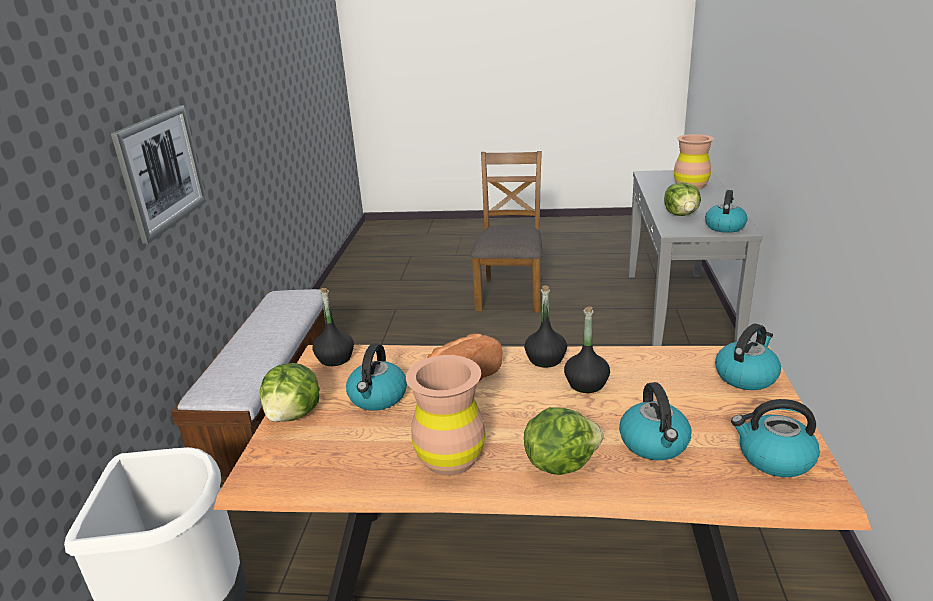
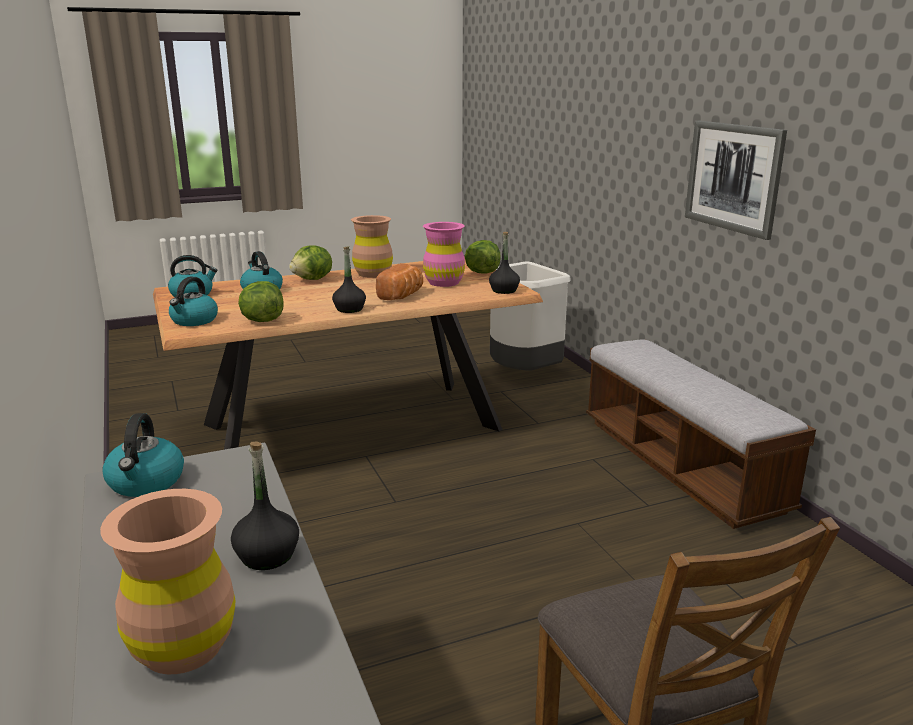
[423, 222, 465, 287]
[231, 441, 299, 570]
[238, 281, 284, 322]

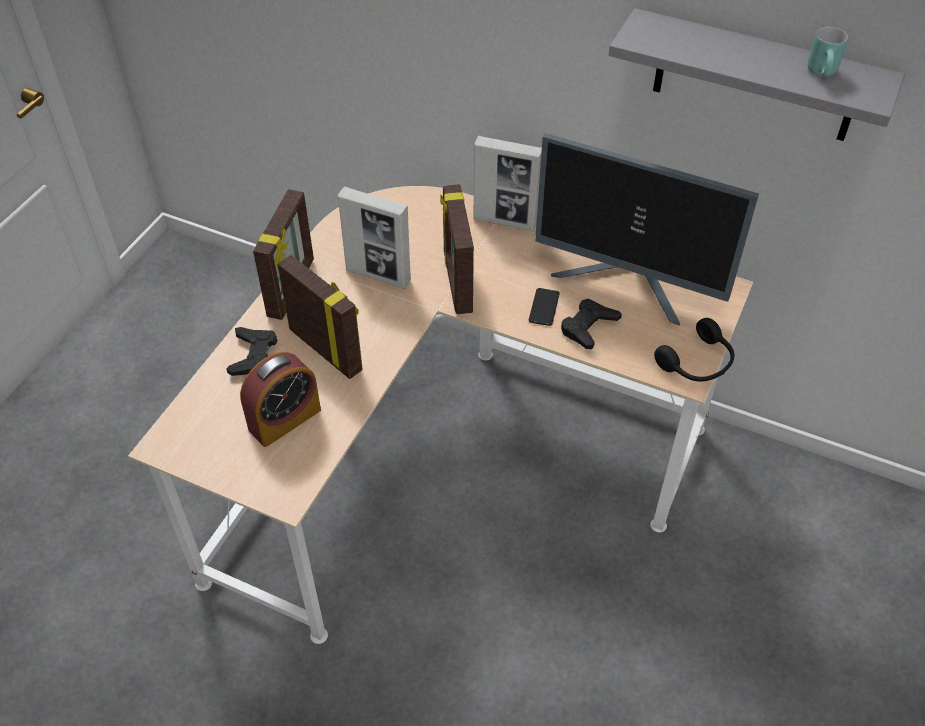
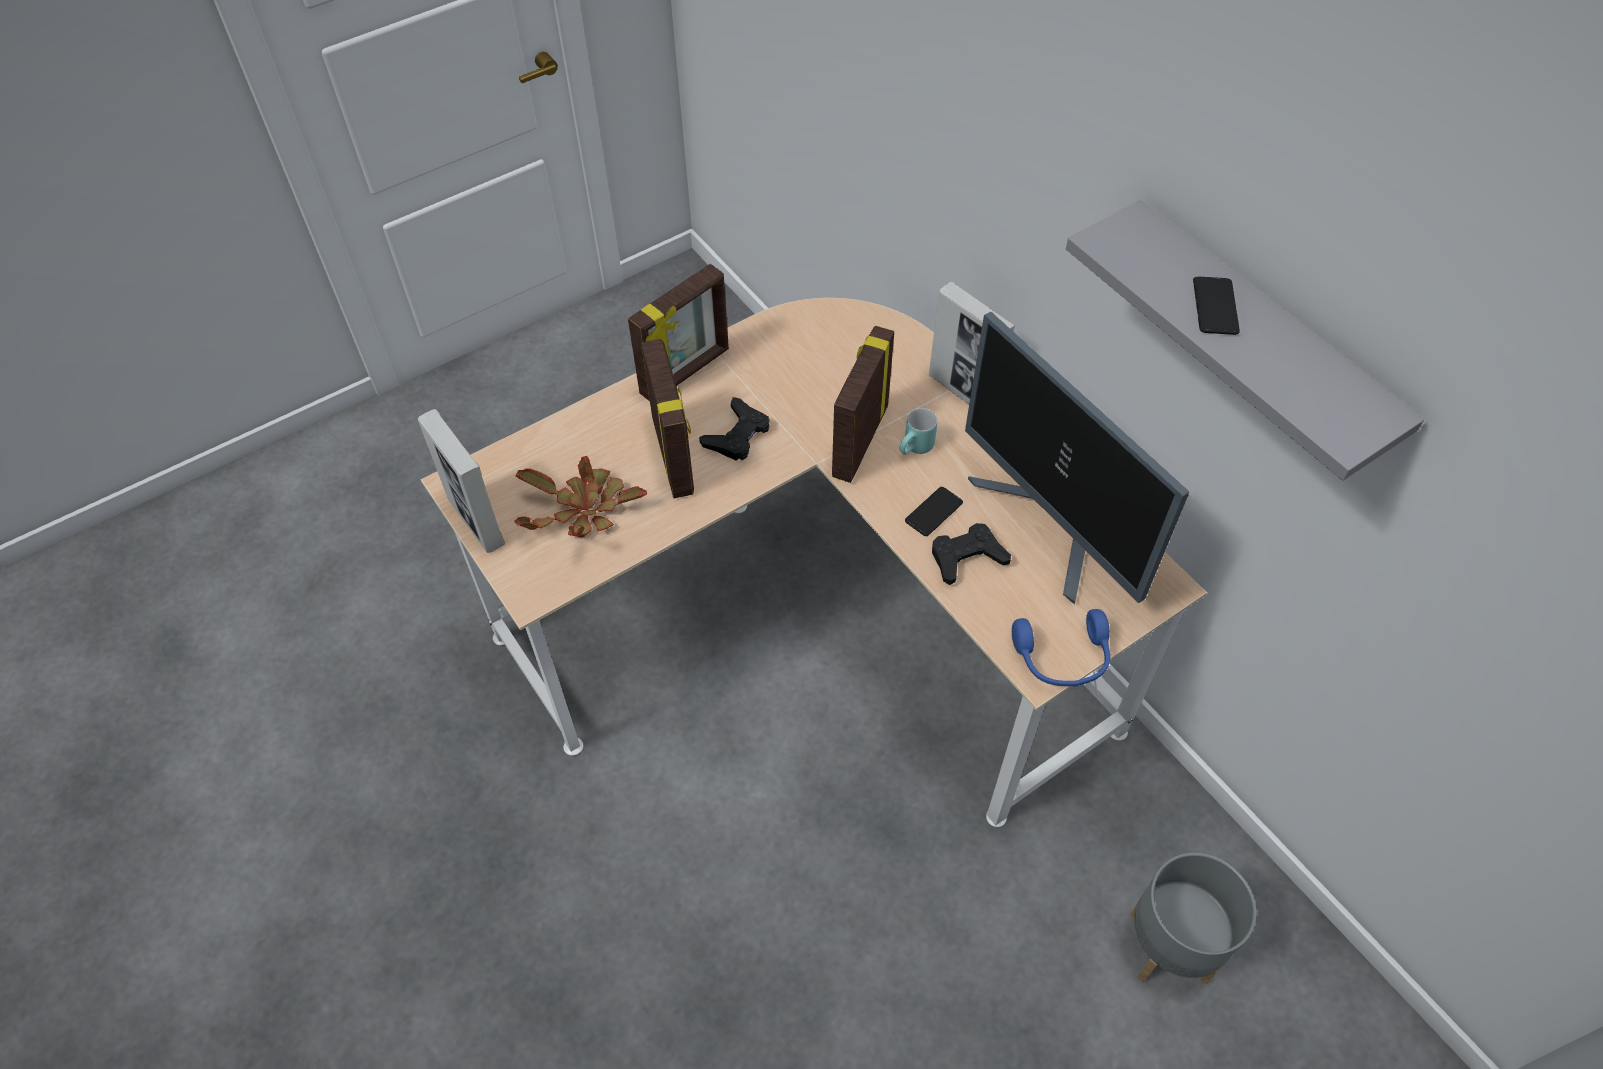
[699, 397, 770, 460]
[514, 456, 647, 537]
[418, 409, 505, 553]
[1012, 609, 1110, 686]
[899, 408, 938, 455]
[1130, 853, 1256, 984]
[1193, 277, 1240, 335]

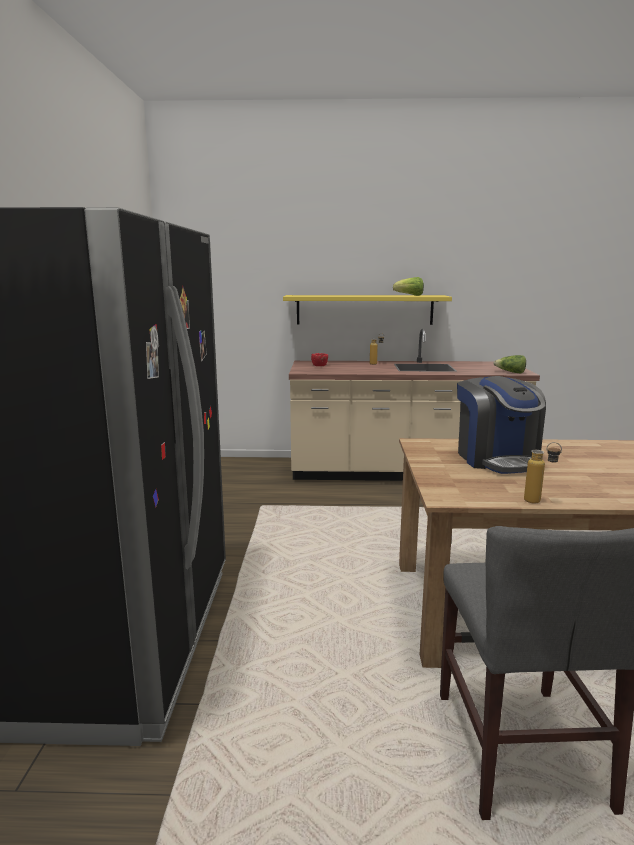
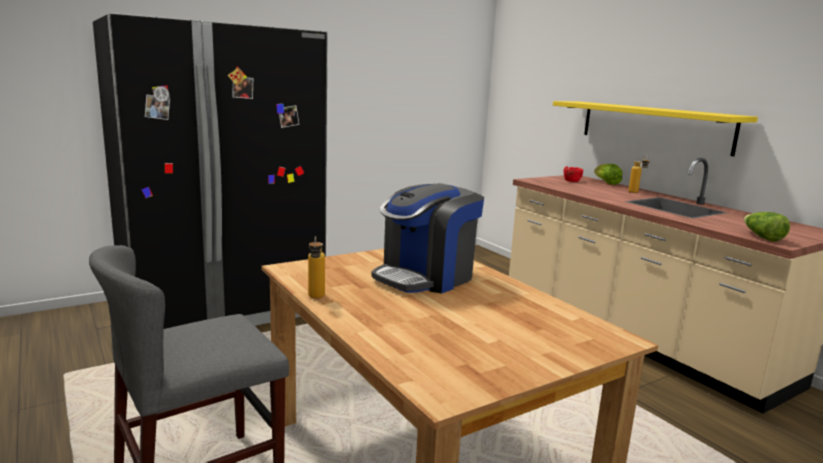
[594, 164, 623, 185]

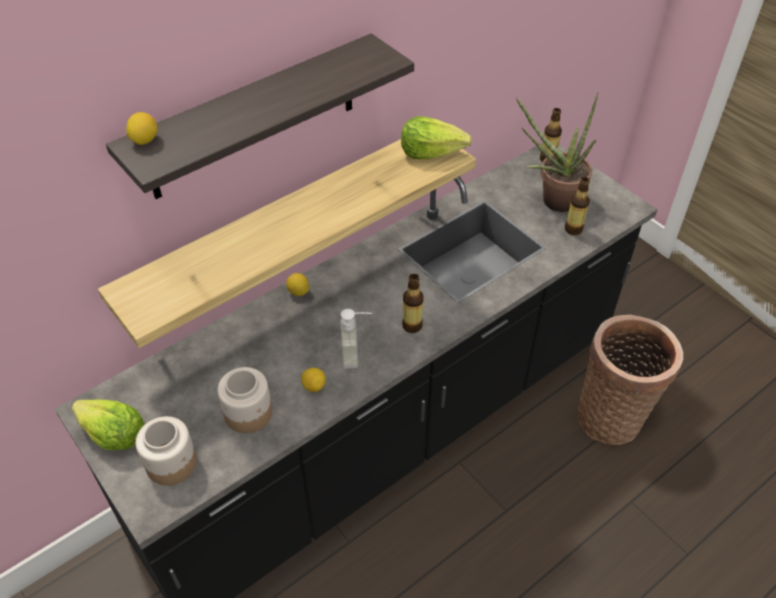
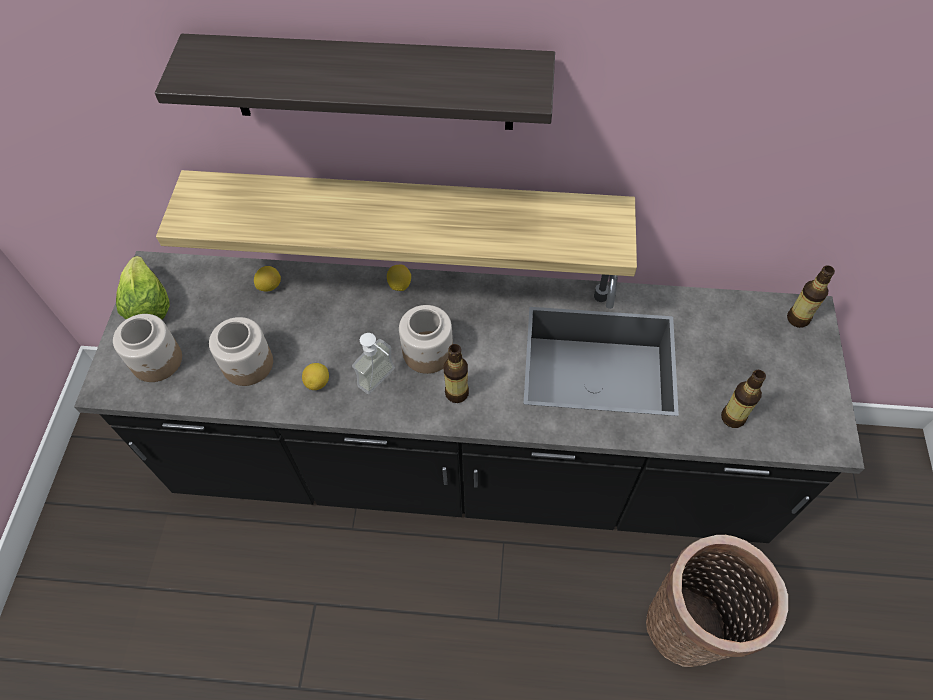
[254, 266, 281, 292]
[401, 116, 472, 159] (first image)
[516, 92, 598, 212] (first image)
[399, 305, 453, 374]

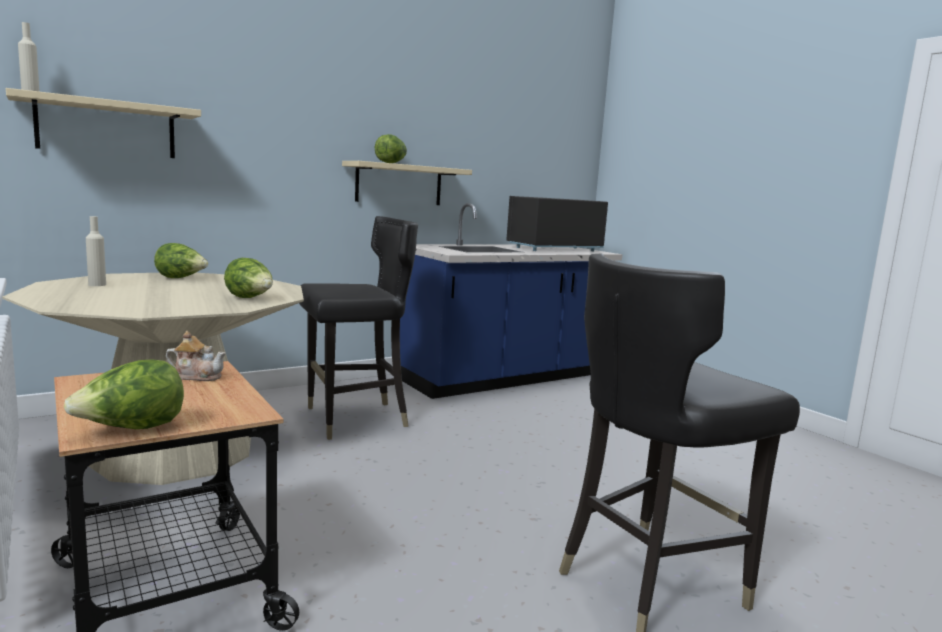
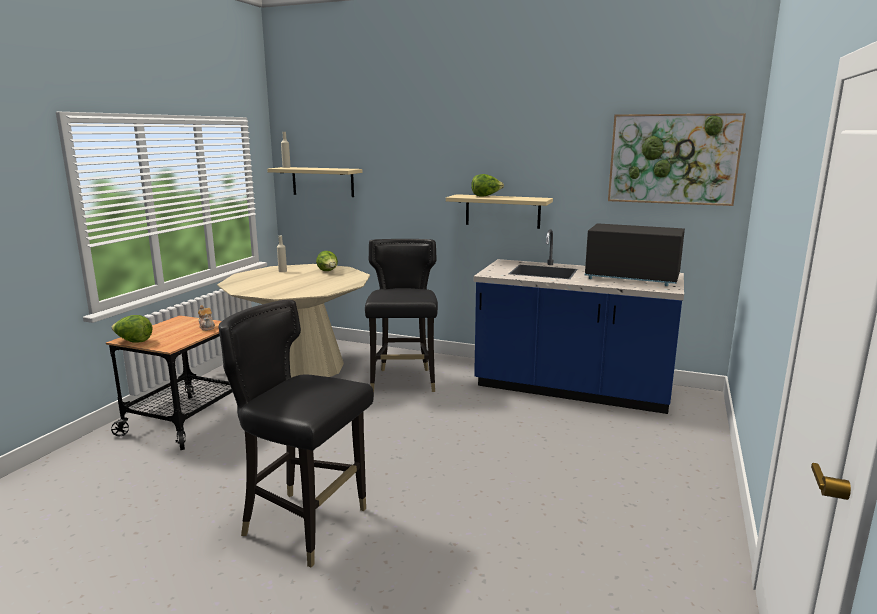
[224, 258, 273, 298] (first image)
[365, 239, 438, 392]
[608, 113, 746, 206]

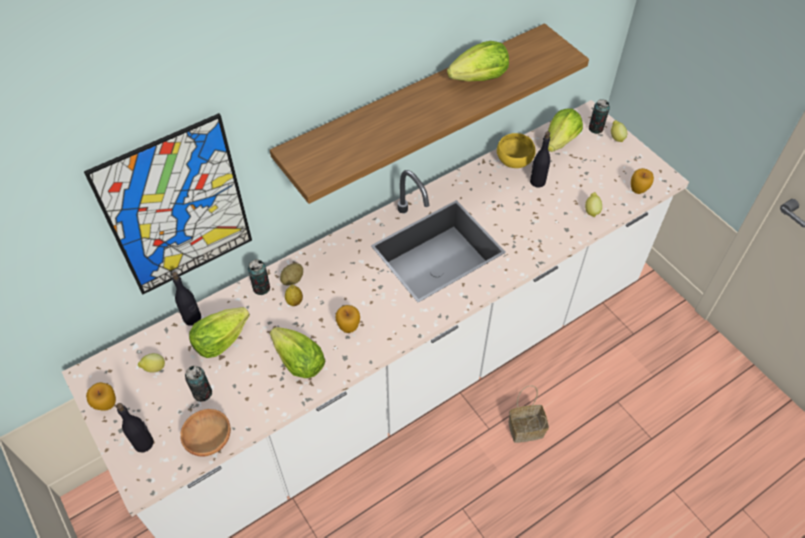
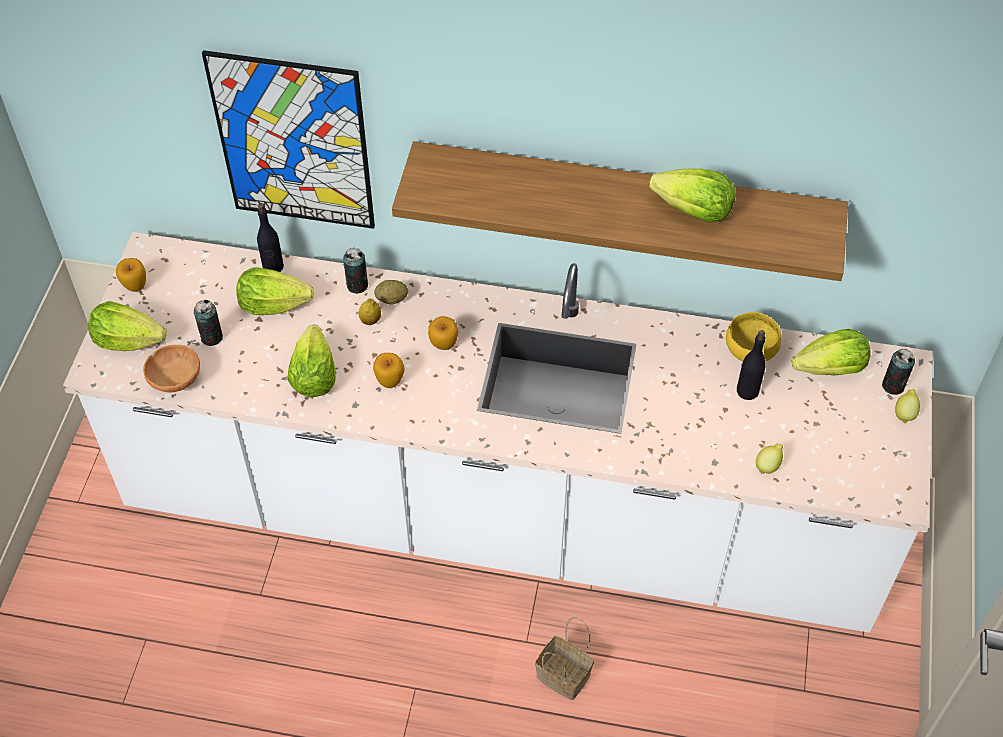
[88, 301, 167, 351]
[138, 353, 165, 373] (first image)
[428, 316, 458, 350]

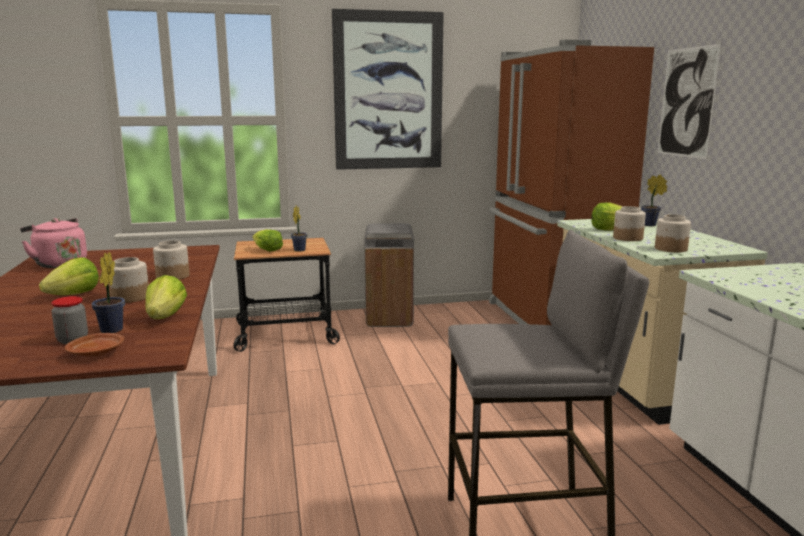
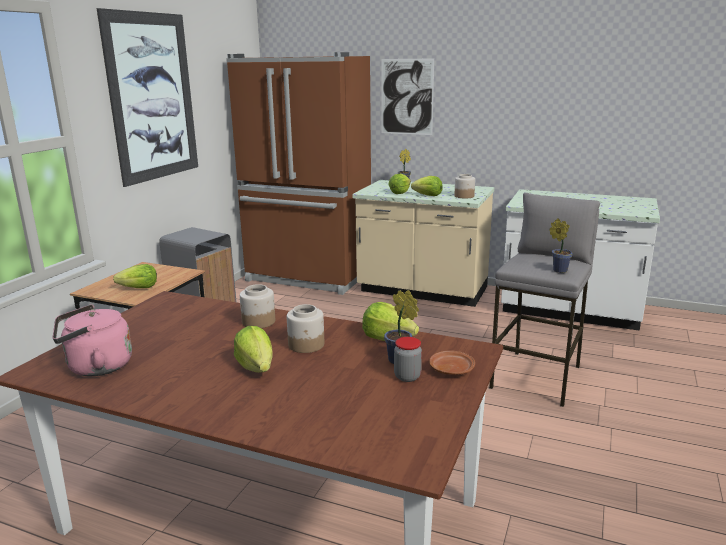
[549, 219, 573, 273]
[411, 176, 442, 196]

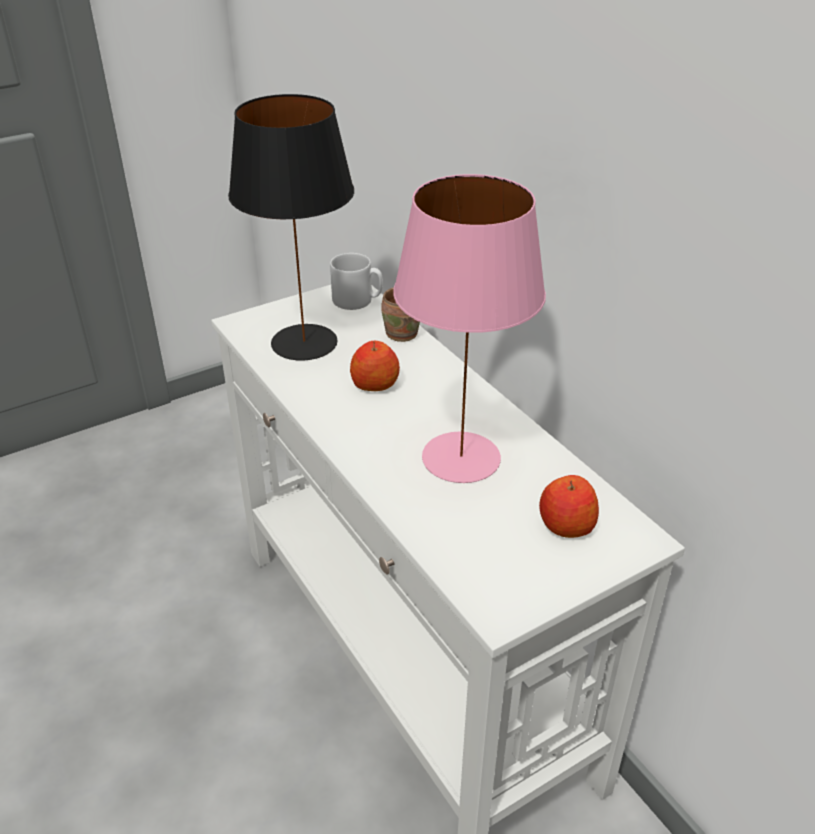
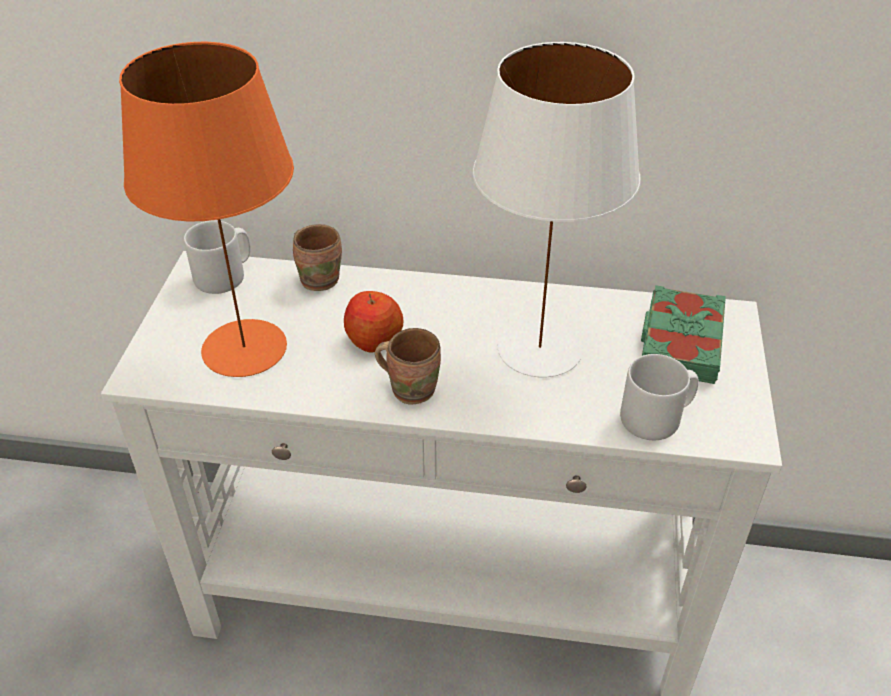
[119, 42, 294, 377]
[473, 42, 640, 377]
[641, 285, 726, 384]
[375, 328, 441, 405]
[620, 354, 699, 441]

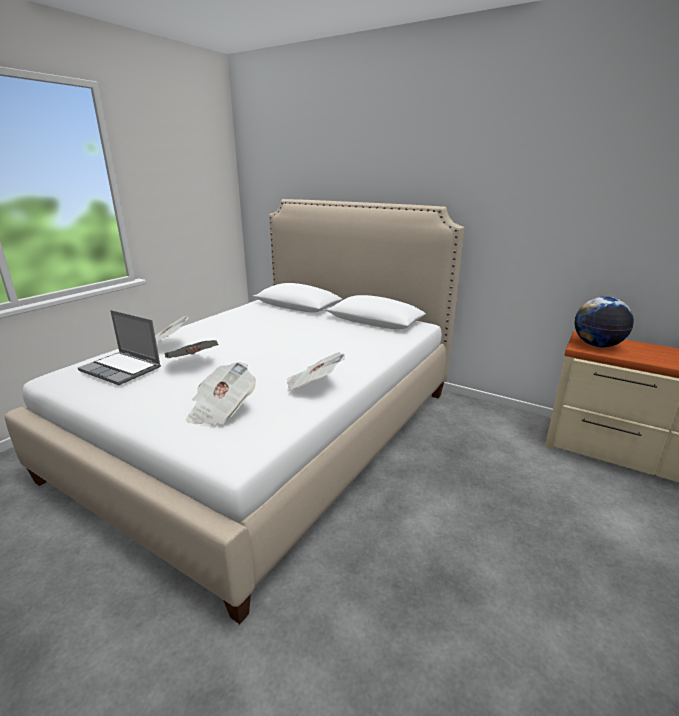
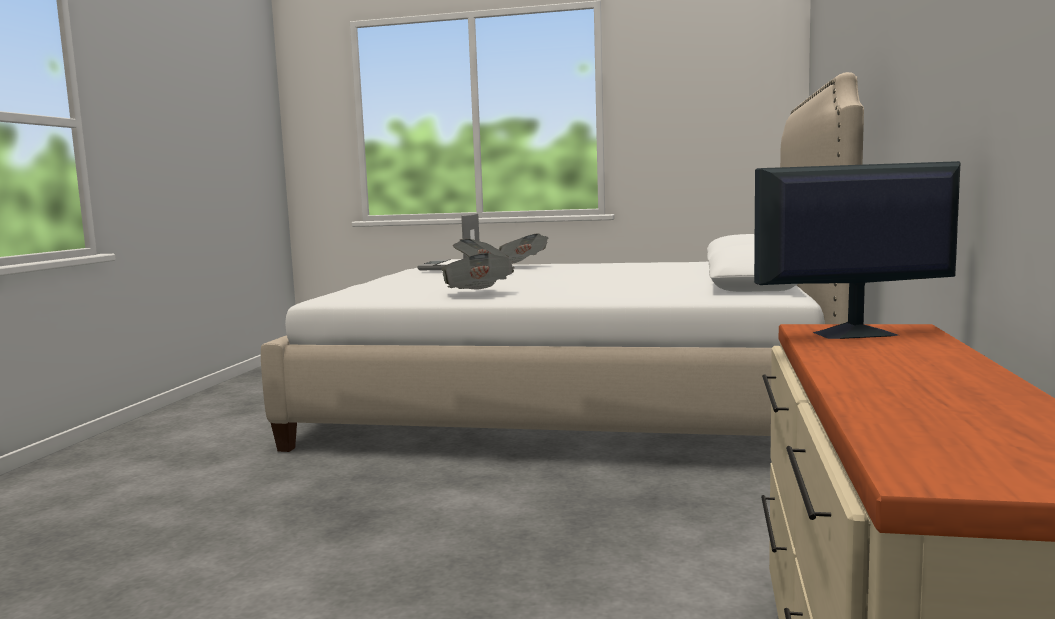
[186, 362, 256, 425] (first image)
[754, 161, 960, 339]

